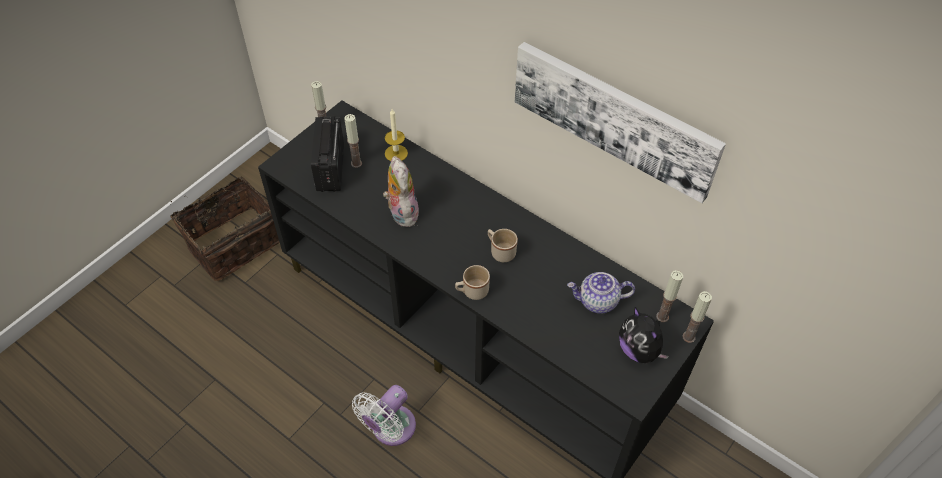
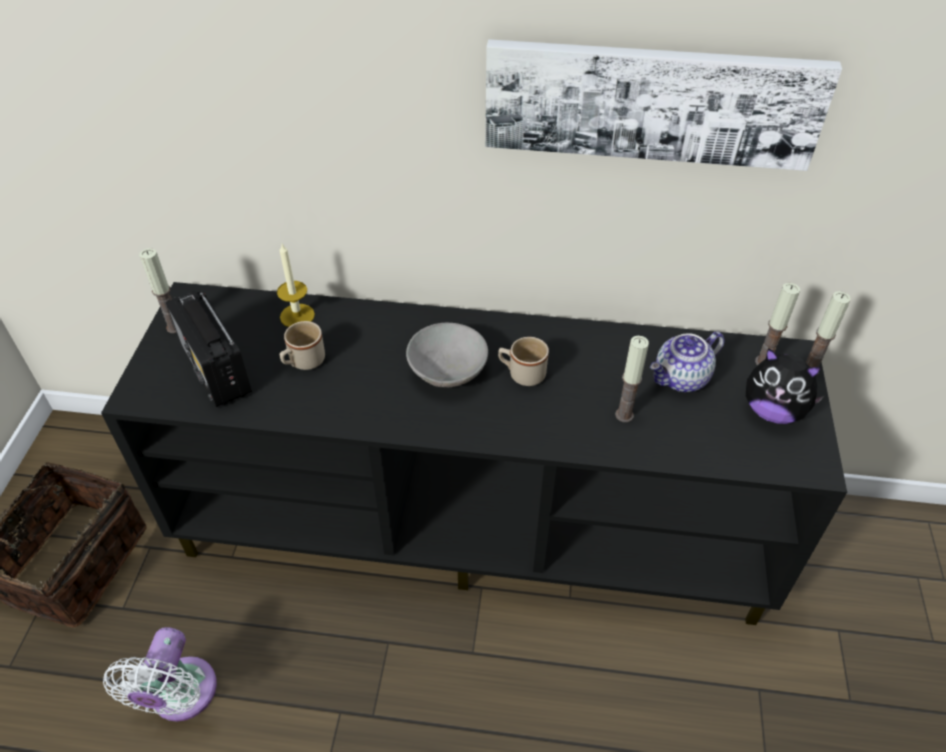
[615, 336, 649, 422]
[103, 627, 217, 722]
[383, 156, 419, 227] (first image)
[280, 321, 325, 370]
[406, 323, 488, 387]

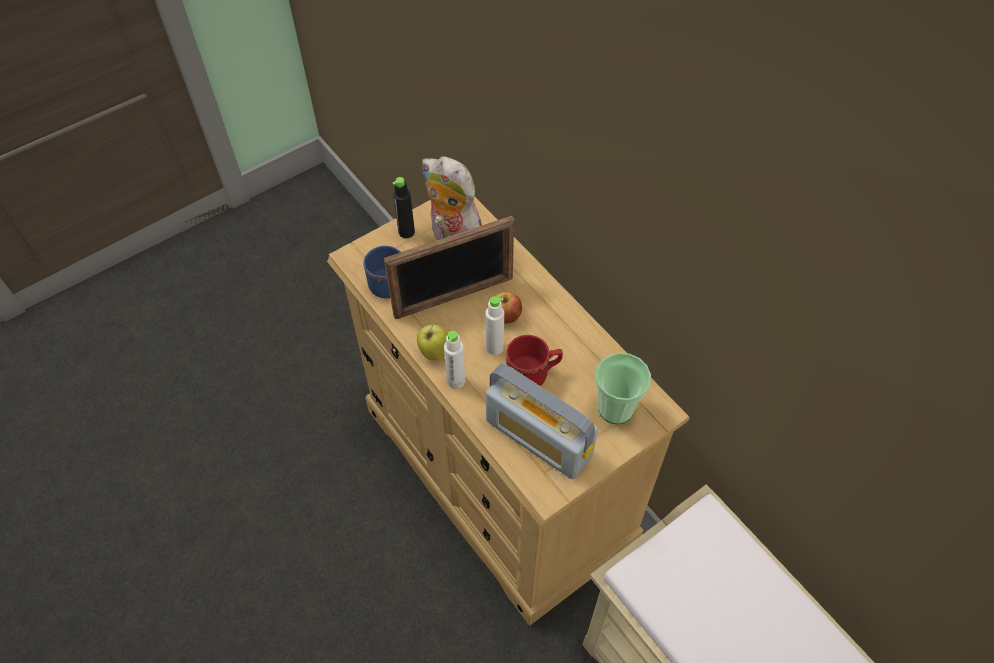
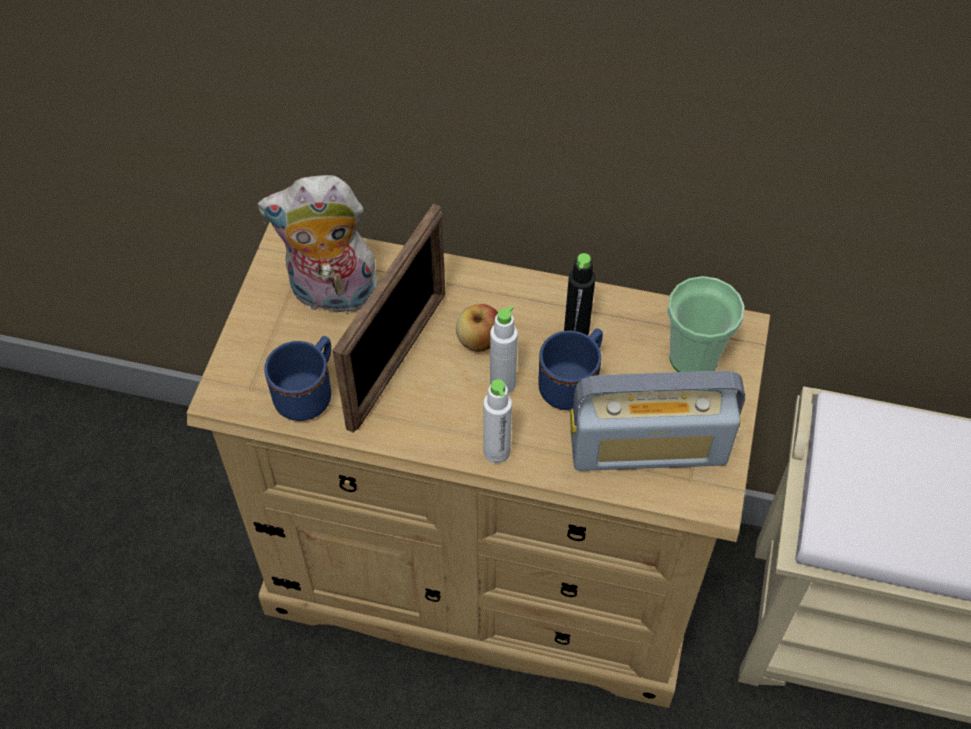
[564, 253, 596, 335]
[417, 324, 448, 360] (first image)
[538, 328, 603, 410]

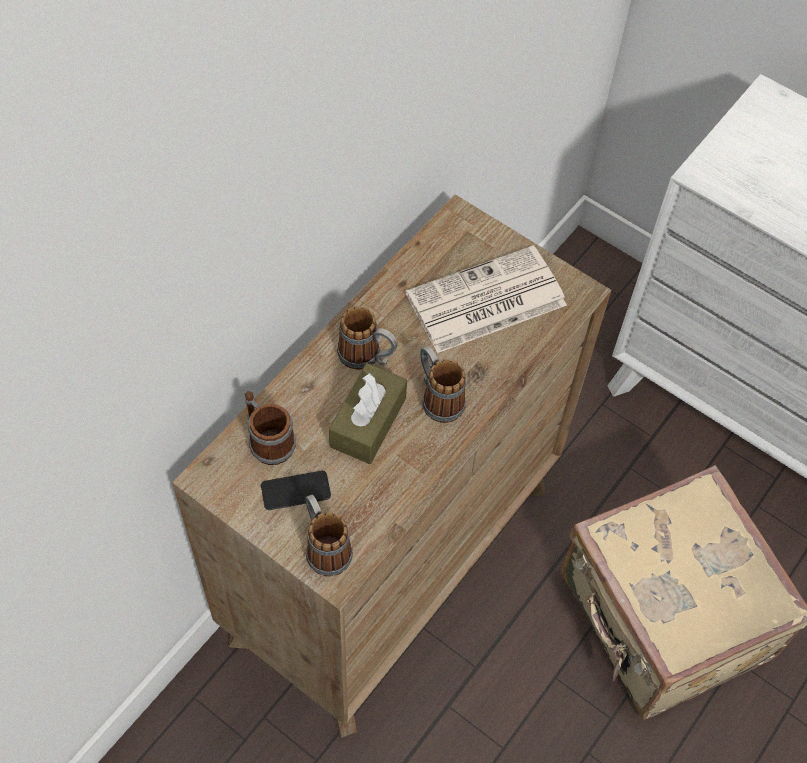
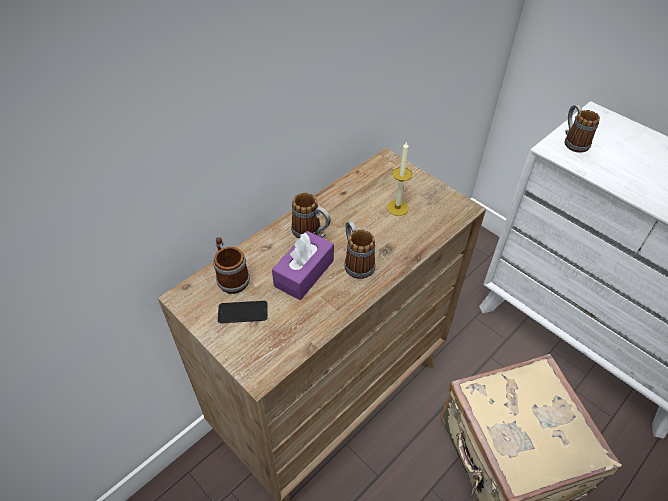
[565, 105, 600, 153]
[272, 231, 334, 300]
[387, 141, 412, 216]

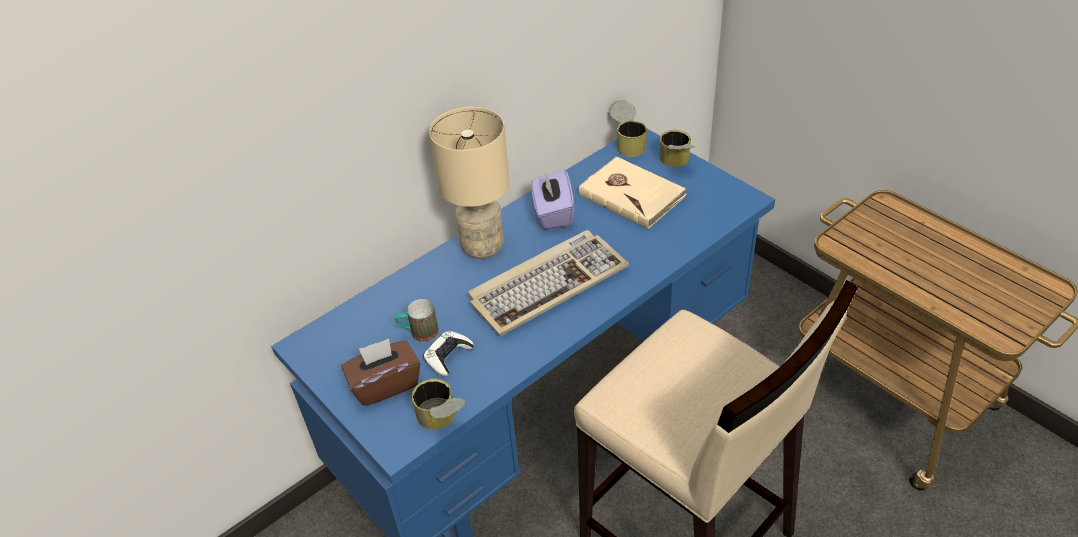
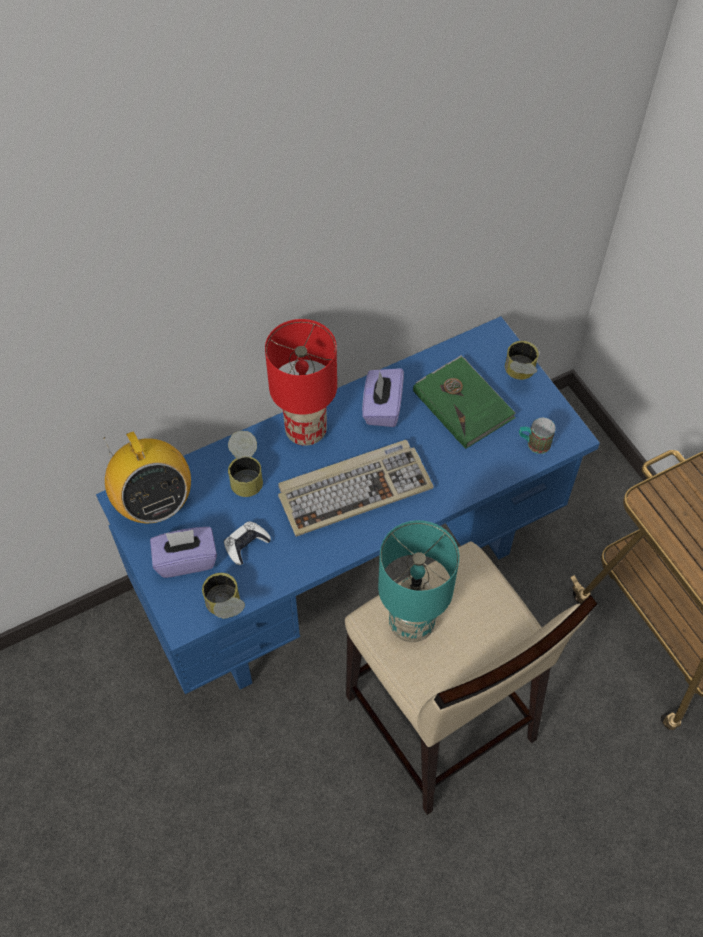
[150, 527, 217, 578]
[519, 418, 556, 454]
[265, 319, 337, 446]
[413, 355, 516, 449]
[228, 431, 263, 497]
[104, 431, 191, 523]
[378, 520, 459, 642]

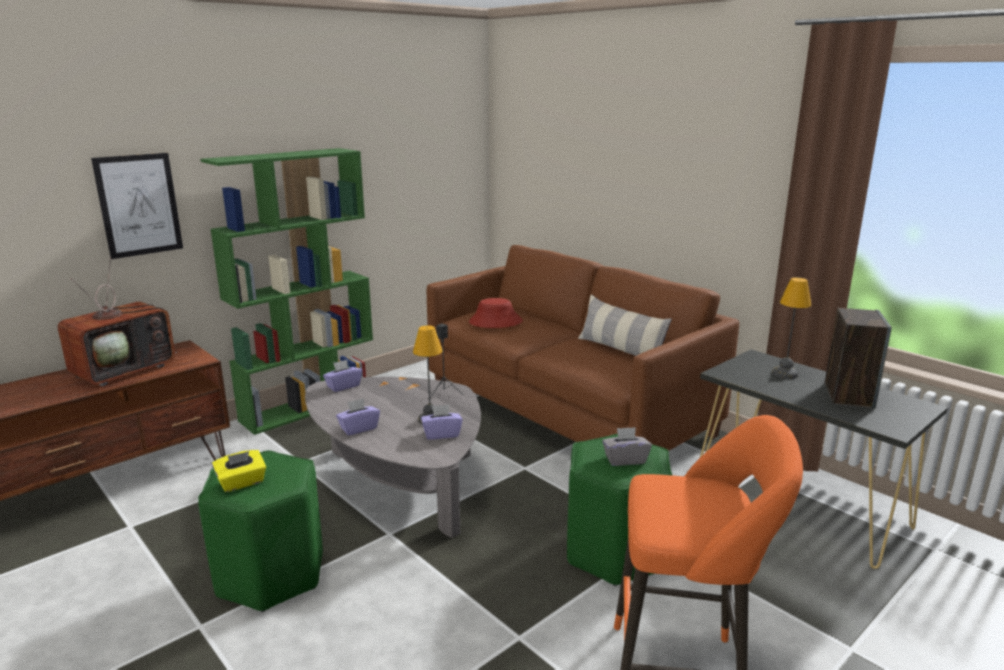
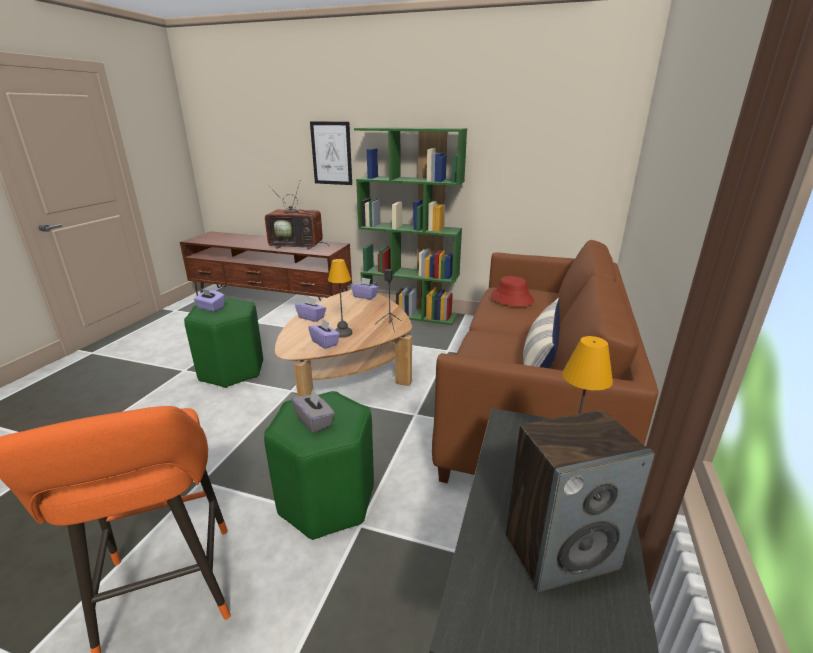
[194, 289, 225, 312]
[275, 290, 412, 396]

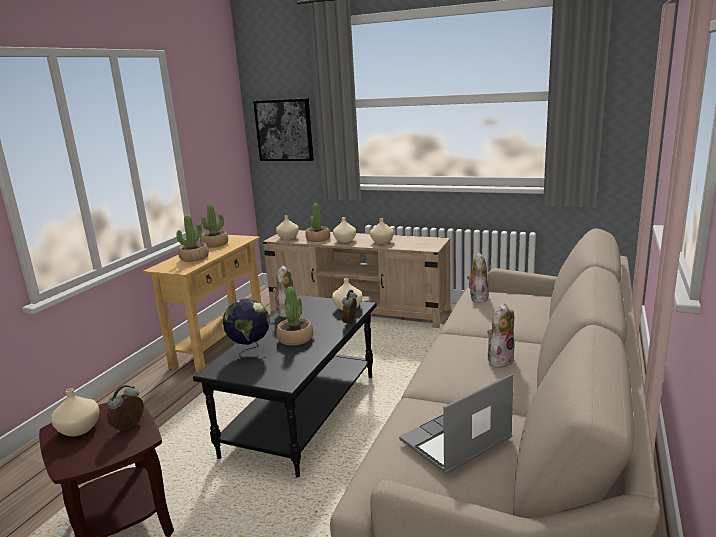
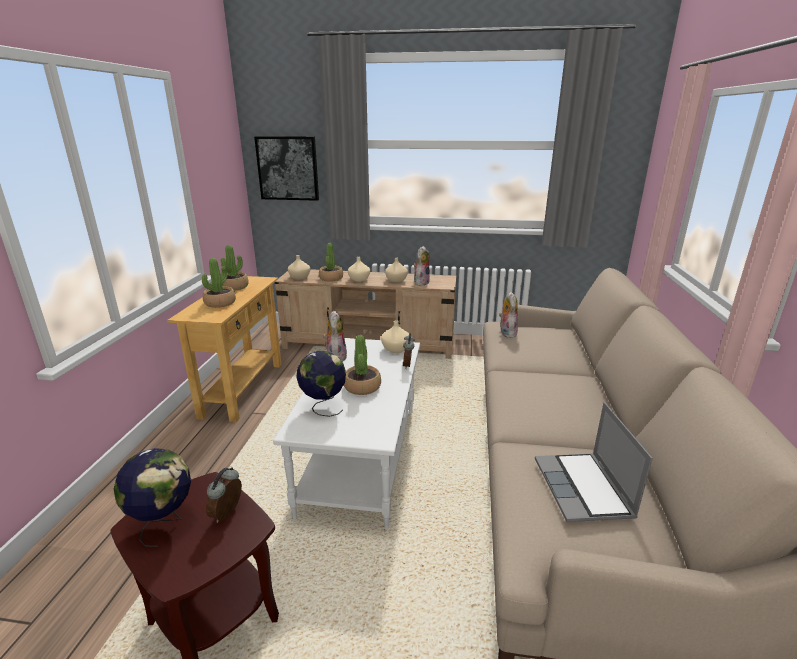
[114, 448, 191, 547]
[273, 338, 420, 529]
[535, 402, 653, 522]
[414, 246, 430, 286]

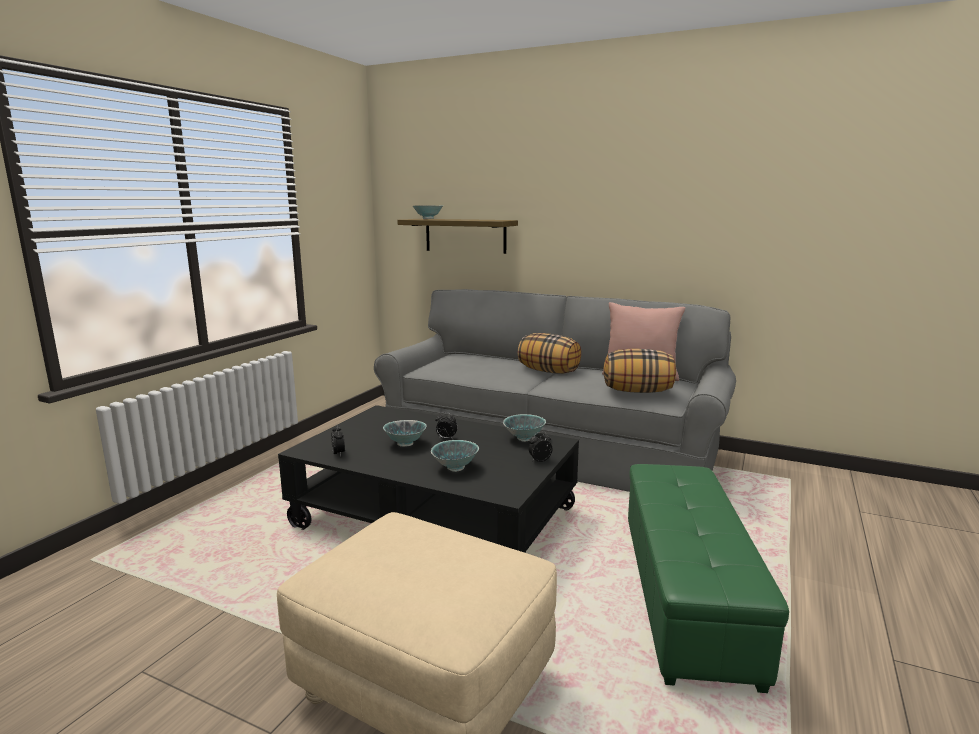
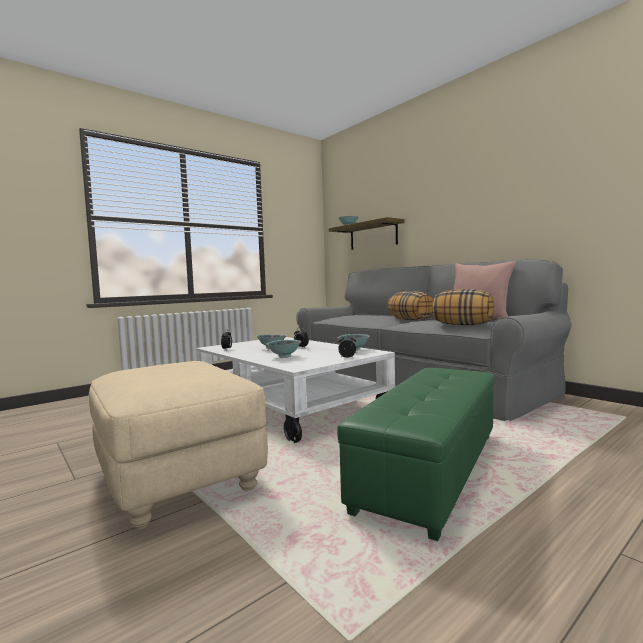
[196, 337, 395, 443]

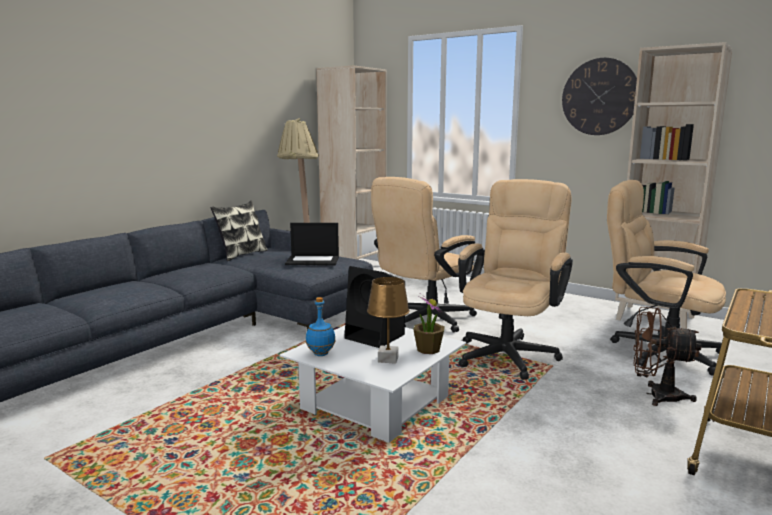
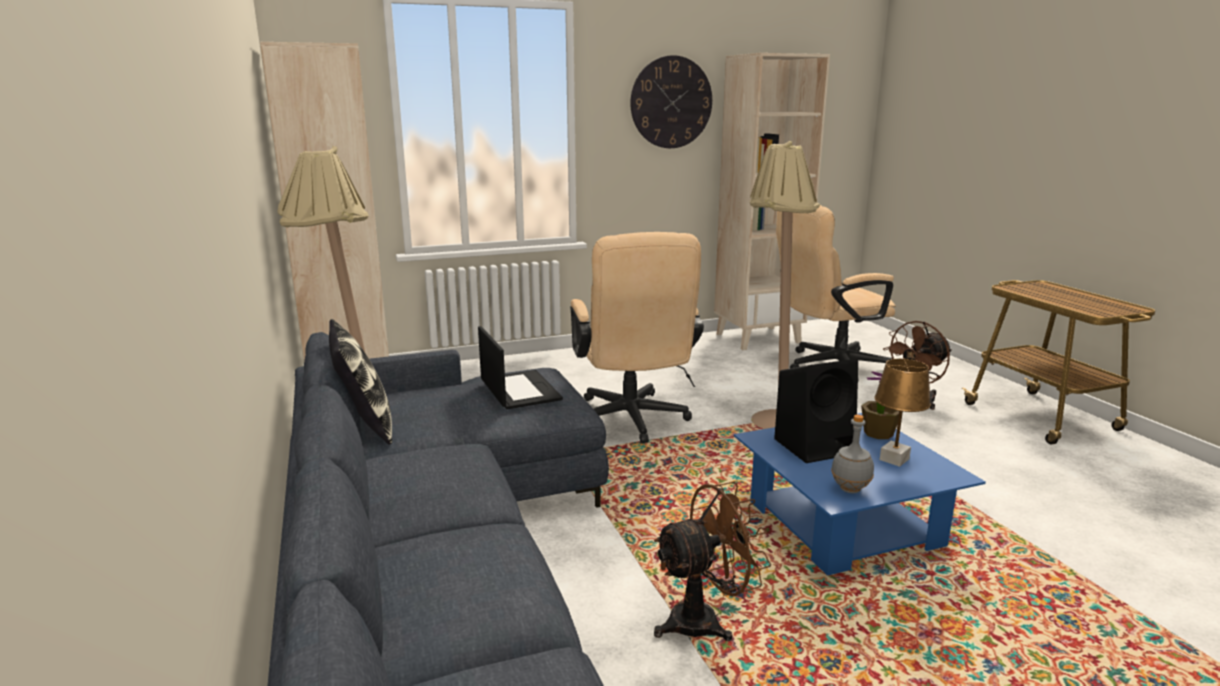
[734, 413, 986, 576]
[478, 326, 563, 409]
[831, 415, 874, 493]
[750, 141, 820, 429]
[654, 481, 771, 641]

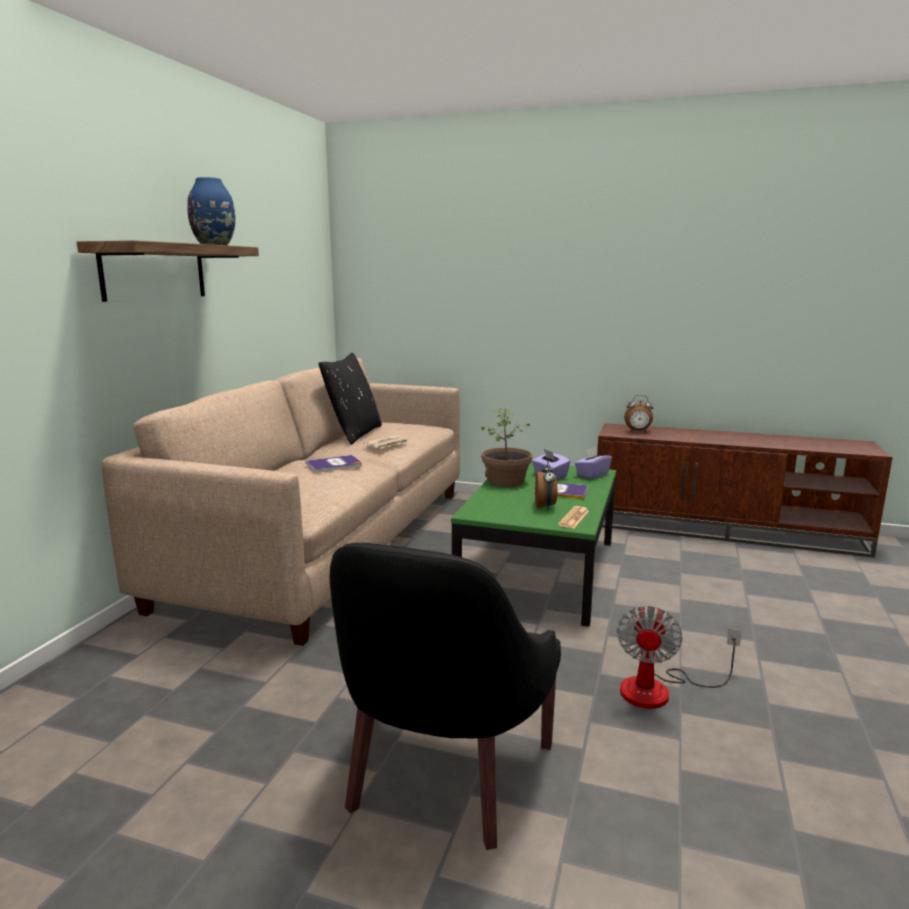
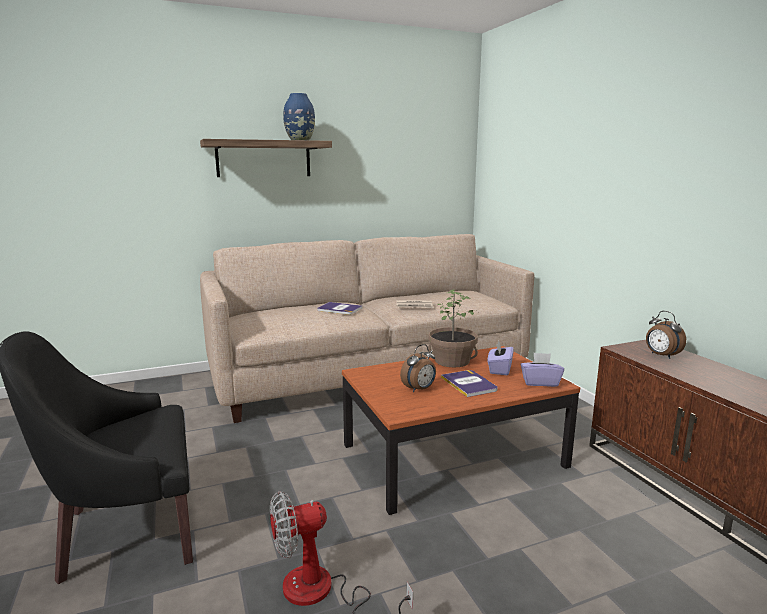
[319, 353, 382, 445] (first image)
[342, 346, 580, 515]
[558, 506, 589, 528] (first image)

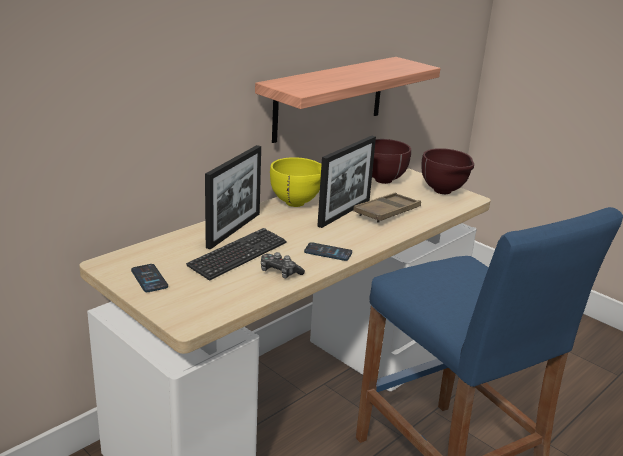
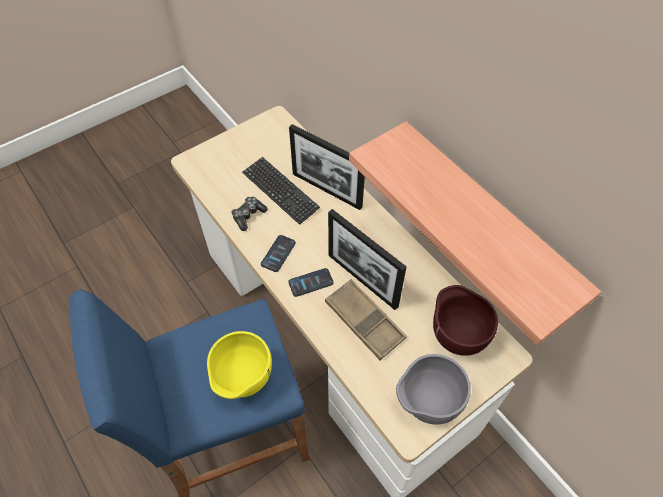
[288, 268, 334, 297]
[207, 331, 272, 399]
[396, 354, 471, 425]

